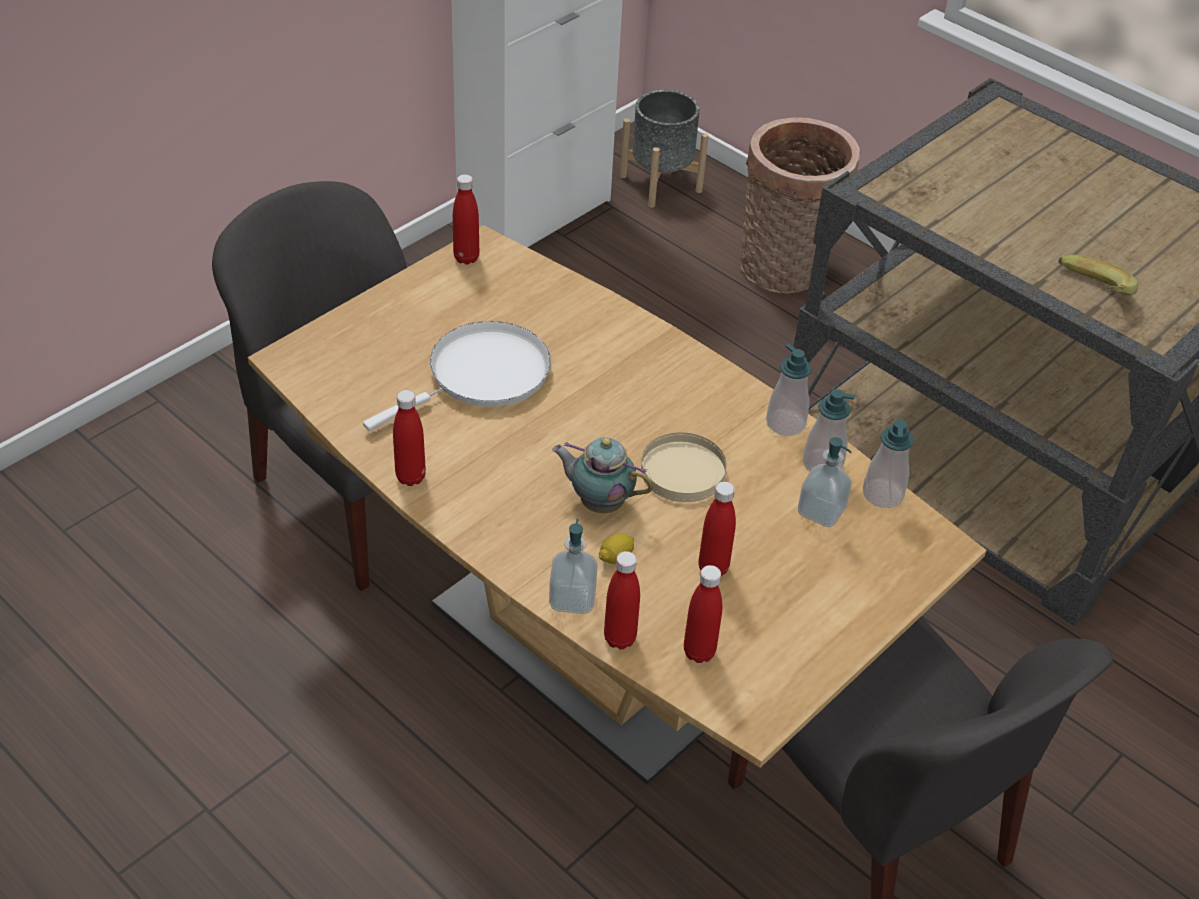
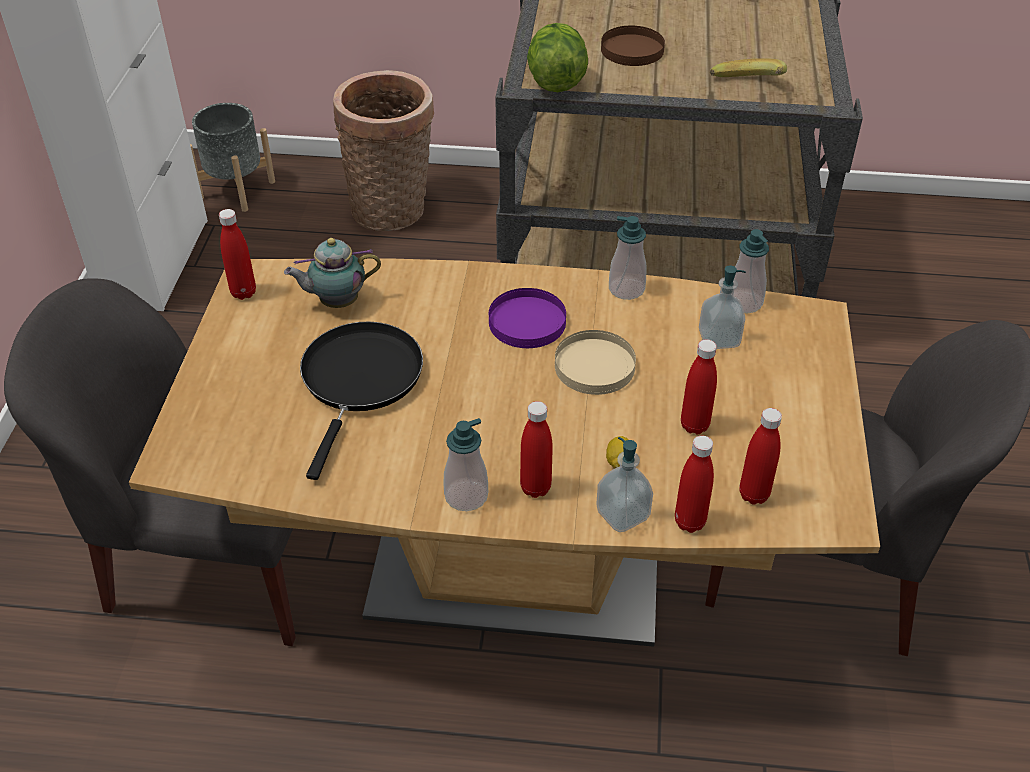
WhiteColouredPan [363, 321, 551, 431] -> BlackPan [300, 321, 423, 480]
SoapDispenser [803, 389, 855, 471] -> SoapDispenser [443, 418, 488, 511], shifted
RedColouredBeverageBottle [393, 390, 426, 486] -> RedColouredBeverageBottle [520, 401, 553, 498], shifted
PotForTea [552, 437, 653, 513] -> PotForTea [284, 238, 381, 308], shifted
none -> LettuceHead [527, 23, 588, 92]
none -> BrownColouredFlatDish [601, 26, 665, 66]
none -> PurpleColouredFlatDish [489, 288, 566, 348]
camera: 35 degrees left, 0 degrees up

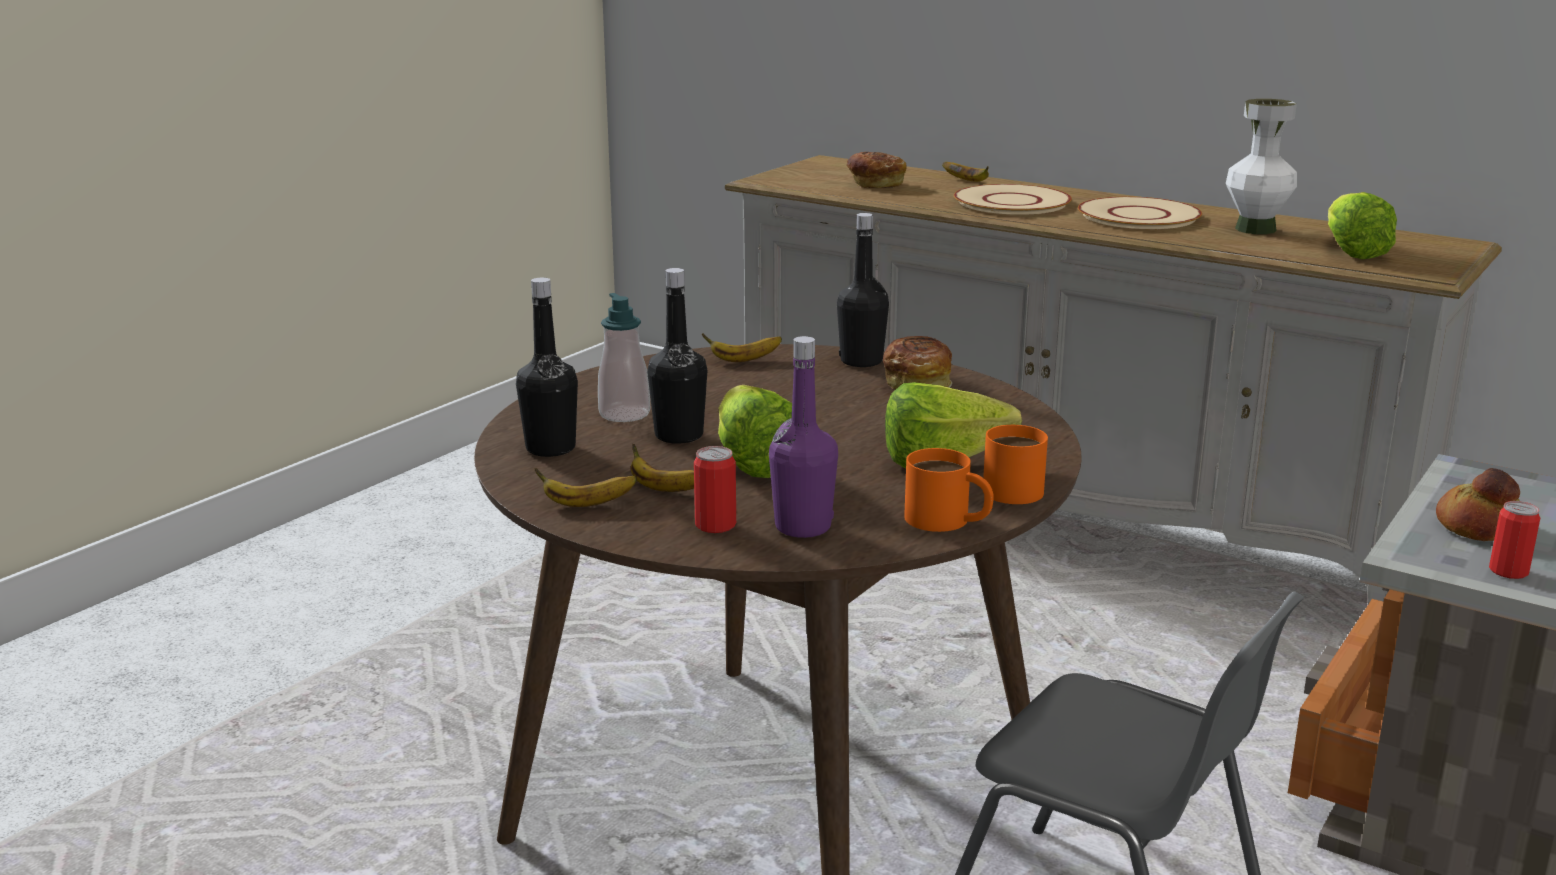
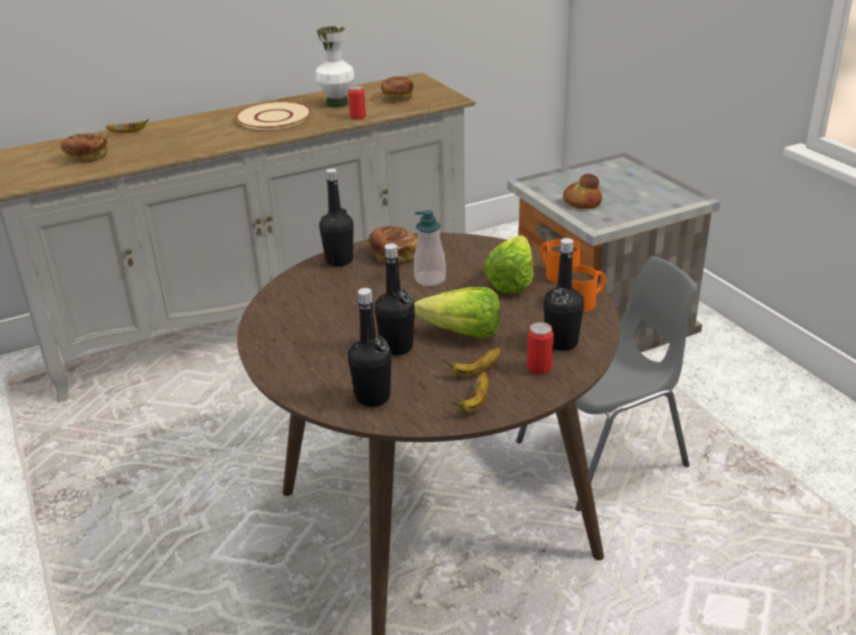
SandColouredFlatDish [954, 184, 1072, 215] -> none
LettuceHead [1328, 192, 1397, 259] -> BakeryBread [381, 76, 414, 102]
SoapDispenser [598, 293, 650, 422] -> SoapDispenser [414, 210, 446, 286], shifted
WholeBanana [702, 333, 782, 362] -> none
PurpleColouredBeverageBottle [769, 336, 838, 538] -> BlackBeverageBottle [543, 238, 584, 350]
Can [1489, 501, 1540, 579] -> Can [348, 85, 366, 120], shifted
camera: 60 degrees left, 10 degrees up

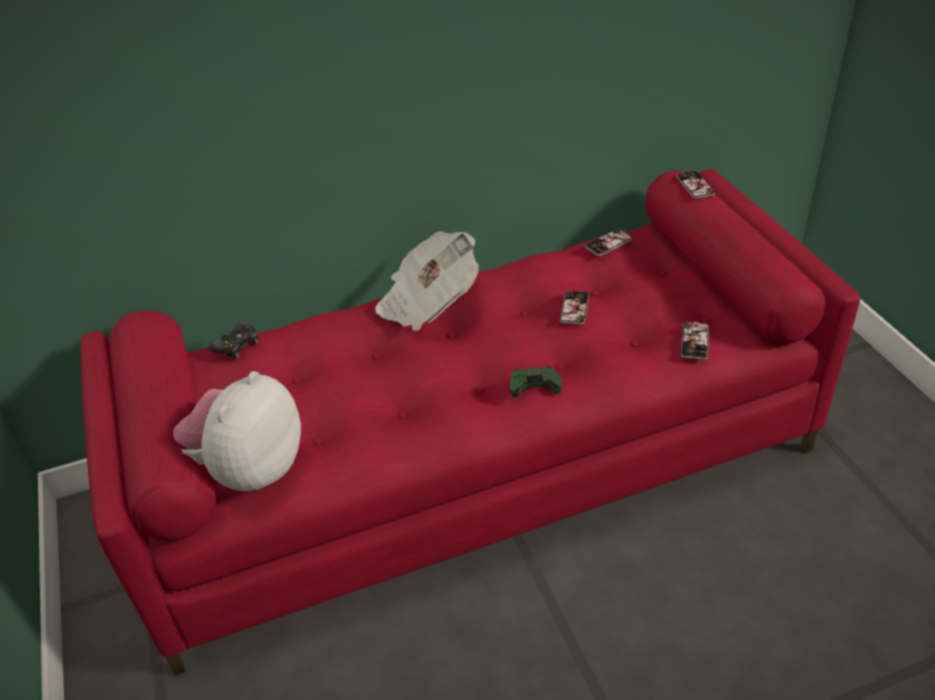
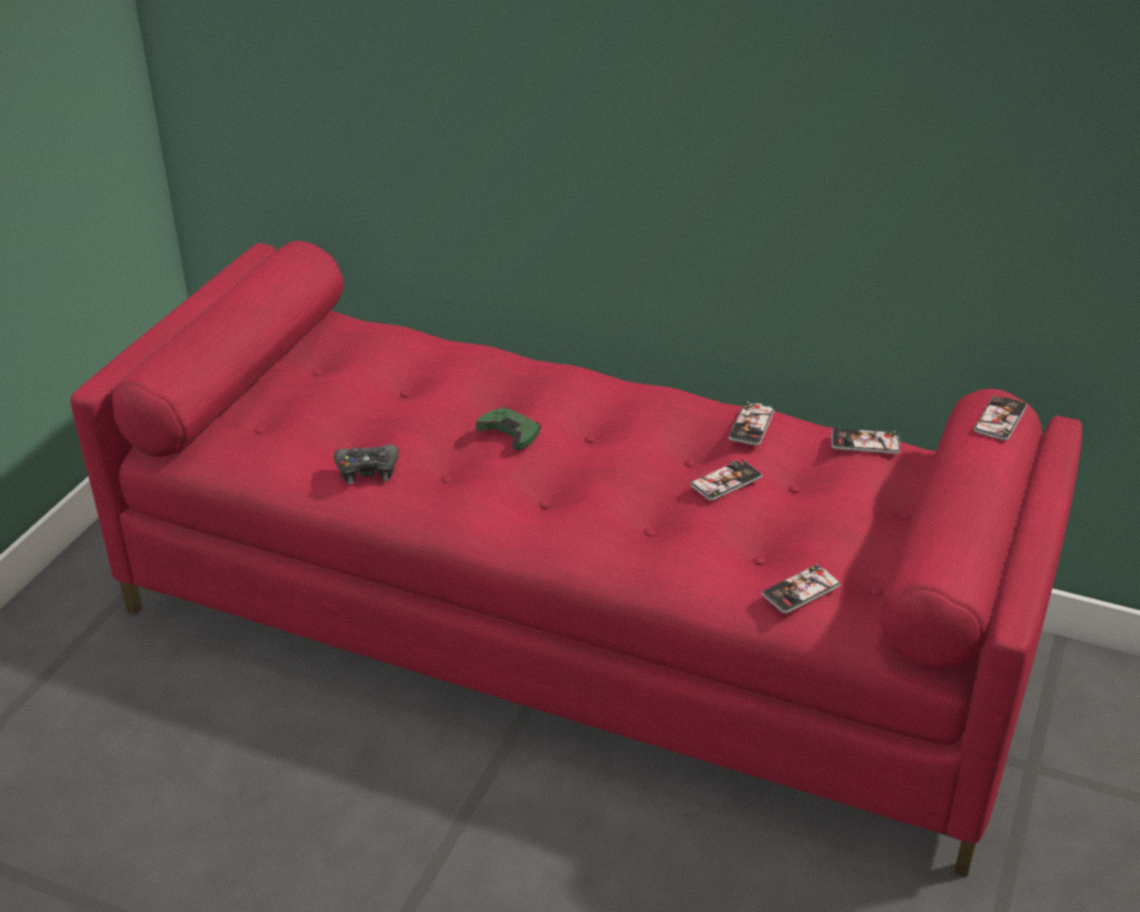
PrintedPaper [375, 231, 479, 331] -> none
BlackGamepad [208, 321, 259, 358] -> BlackGamepad [334, 445, 399, 484], shifted
GreenColouredGamepad [510, 367, 561, 398] -> GreenColouredGamepad [476, 407, 541, 450], shifted
SoftToy [173, 371, 301, 491] -> none
none -> Handset [728, 401, 774, 446]
camera: 40 degrees right, 5 degrees down

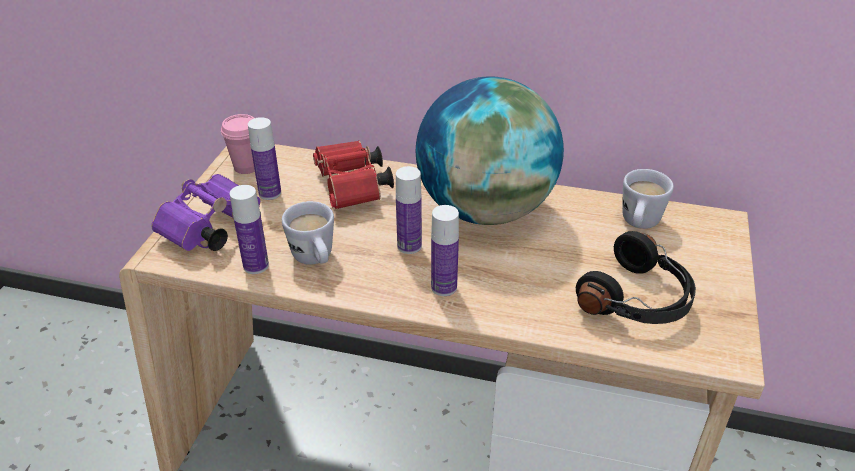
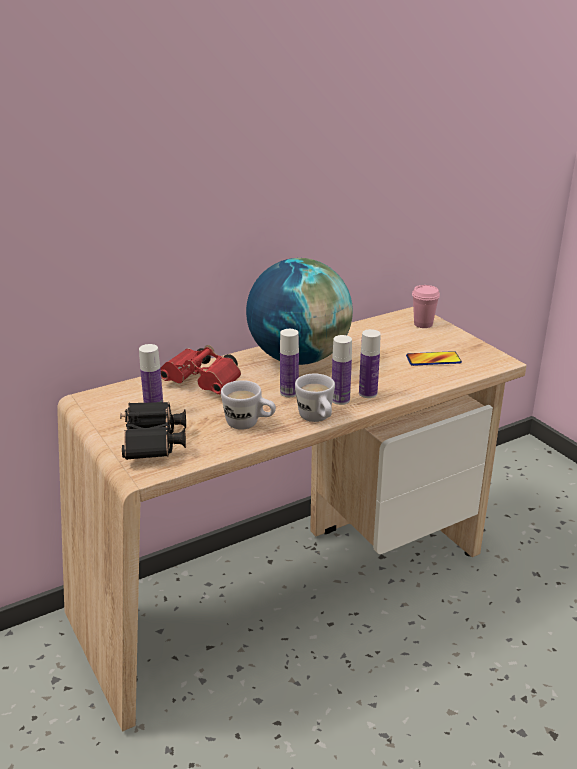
PinkDrinkingCup [221, 114, 255, 174] -> PinkDrinkingCup [412, 285, 440, 328], shifted
WhiteColouredMug [622, 169, 674, 229] -> WhiteColouredMug [295, 374, 335, 422], shifted
PurpleColouredFieldGlasses [151, 174, 261, 251] -> BlackFieldGlasses [120, 402, 186, 460]
BeverageBottle [230, 185, 269, 274] -> BeverageBottle [359, 329, 381, 398], shifted
BlackHeadphones [576, 231, 696, 324] -> Handset [406, 351, 462, 366]
camera: 45 degrees left, 10 degrees down

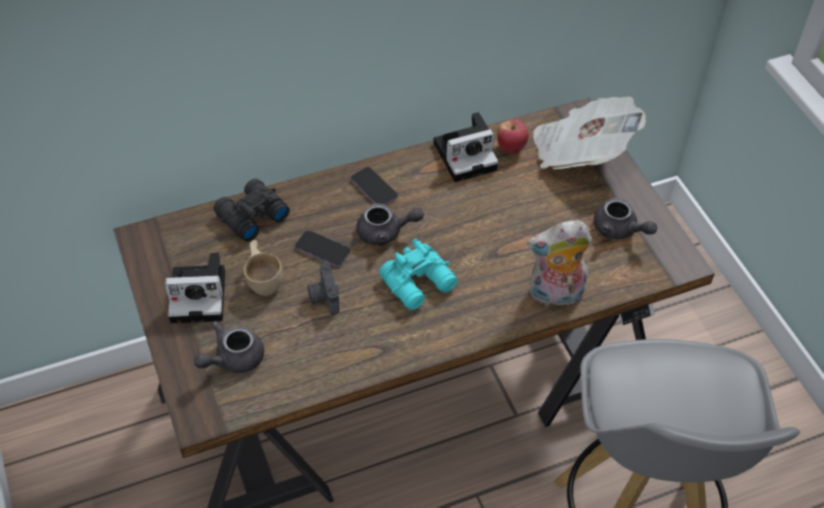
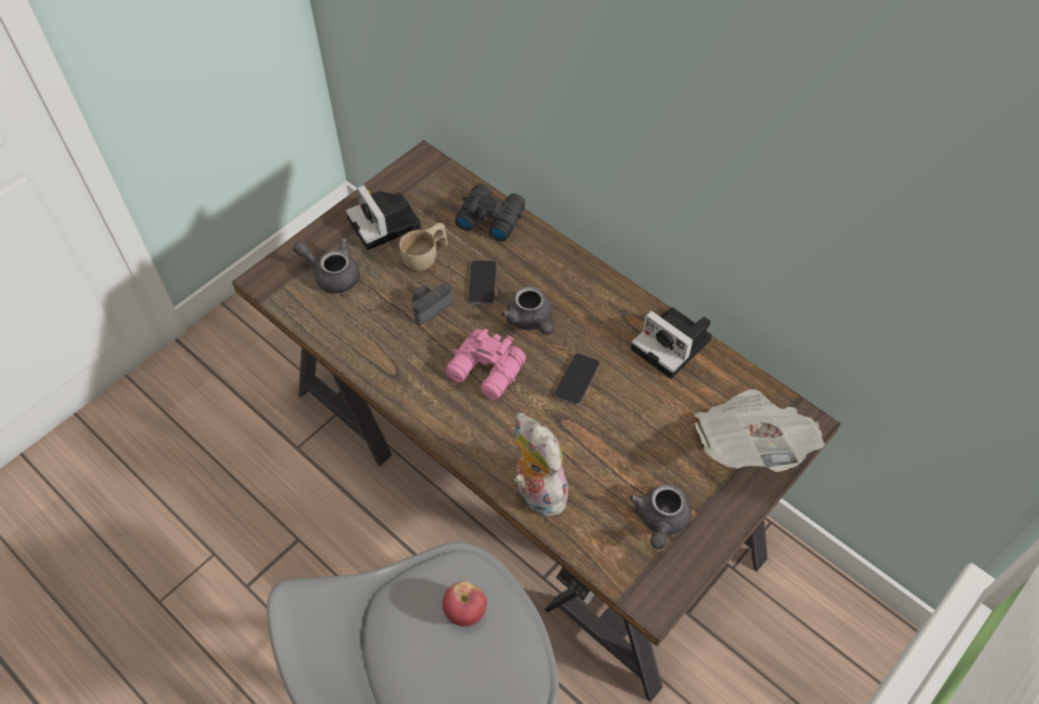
AppleFruit [497, 119, 529, 153] -> AppleFruit [443, 581, 487, 627], shifted
Handset [351, 167, 398, 205] -> Handset [554, 353, 600, 405], shifted
TurquoiseColouredFieldGlasses [379, 239, 458, 310] -> PinkFieldGlasses [445, 329, 526, 400]
camera: 65 degrees right, 5 degrees up

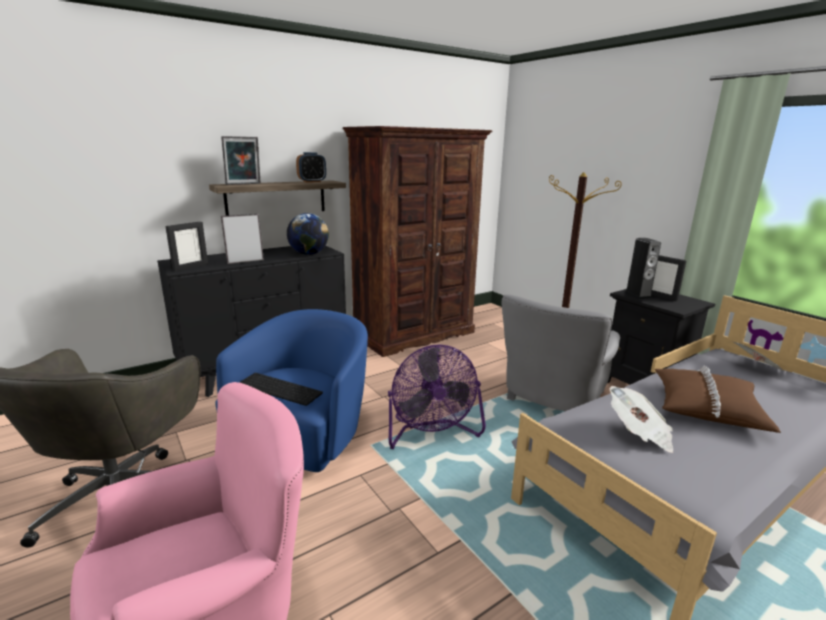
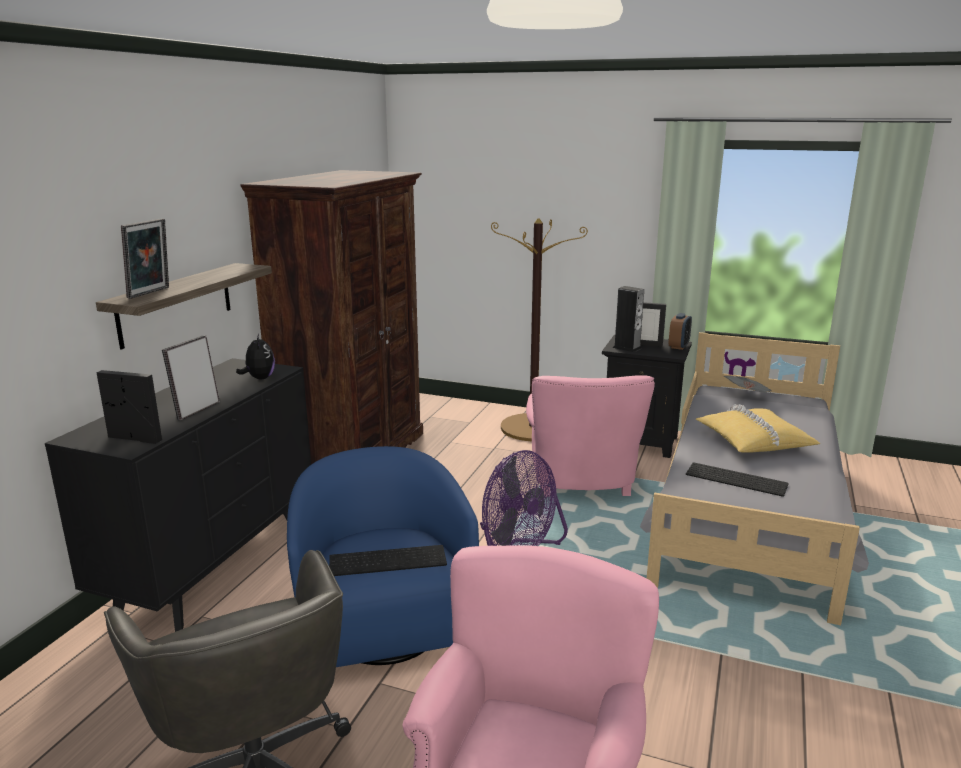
BedsideClock [296, 152, 326, 183] -> BedsideClock [669, 313, 692, 350], shifted
Globe [287, 213, 329, 255] -> SoftToy [236, 334, 275, 380]
PictureFrame [165, 222, 208, 272] -> PictureFrame [97, 370, 162, 444], 75 degrees counterclockwise
GrayArmchair [502, 294, 620, 411] -> PinkArmchair [526, 375, 655, 497]
BrownColouredThrowPillow [655, 366, 781, 433] -> YellowColouredThrowPillow [696, 404, 820, 453]
PrintedPaper [610, 386, 673, 453] -> PcKeyboard [686, 462, 789, 497]
camera: 35 degrees left, 0 degrees up

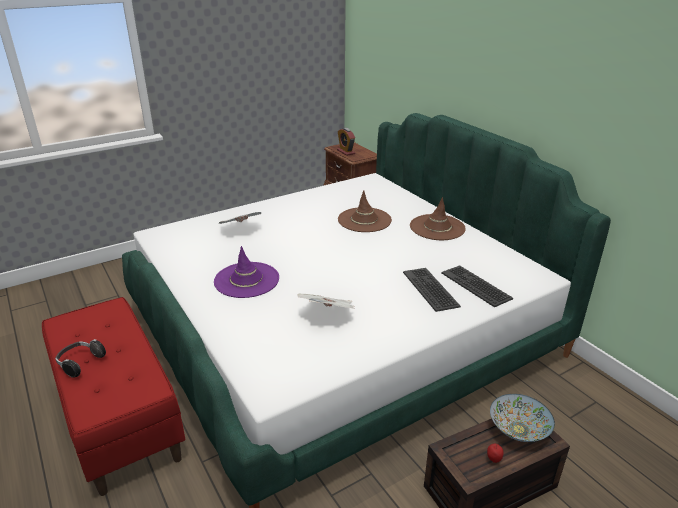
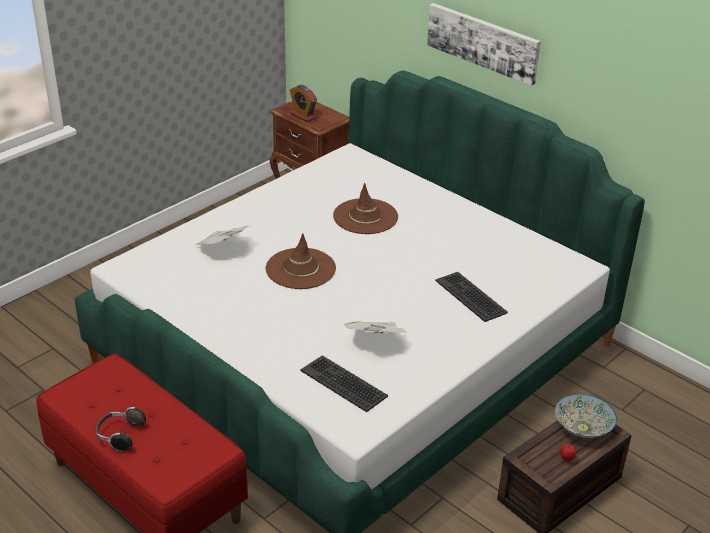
BrownColouredWearableHat [410, 197, 466, 240] -> BrownColouredWearableHat [266, 233, 336, 289], shifted
PurpleColouredWearableHat [214, 246, 279, 298] -> none
PcKeyboard [441, 265, 513, 307] -> PcKeyboard [300, 355, 388, 412], shifted
none -> WallPicture [427, 3, 541, 86]
camera: 15 degrees left, 5 degrees up

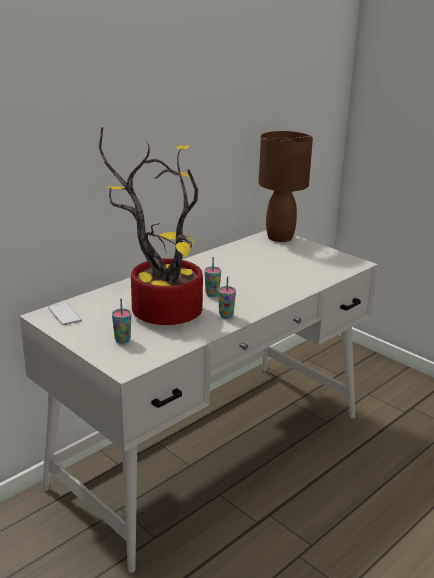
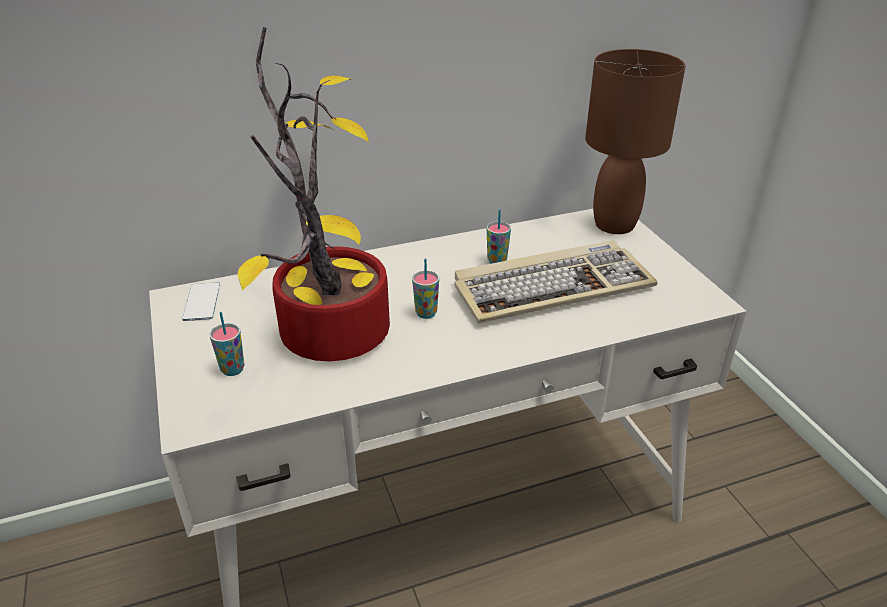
DrinkingCup [218, 276, 236, 319] -> DrinkingCup [487, 209, 511, 264], shifted
none -> PcKeyboard [454, 241, 658, 324]
camera: 25 degrees right, 10 degrees up

